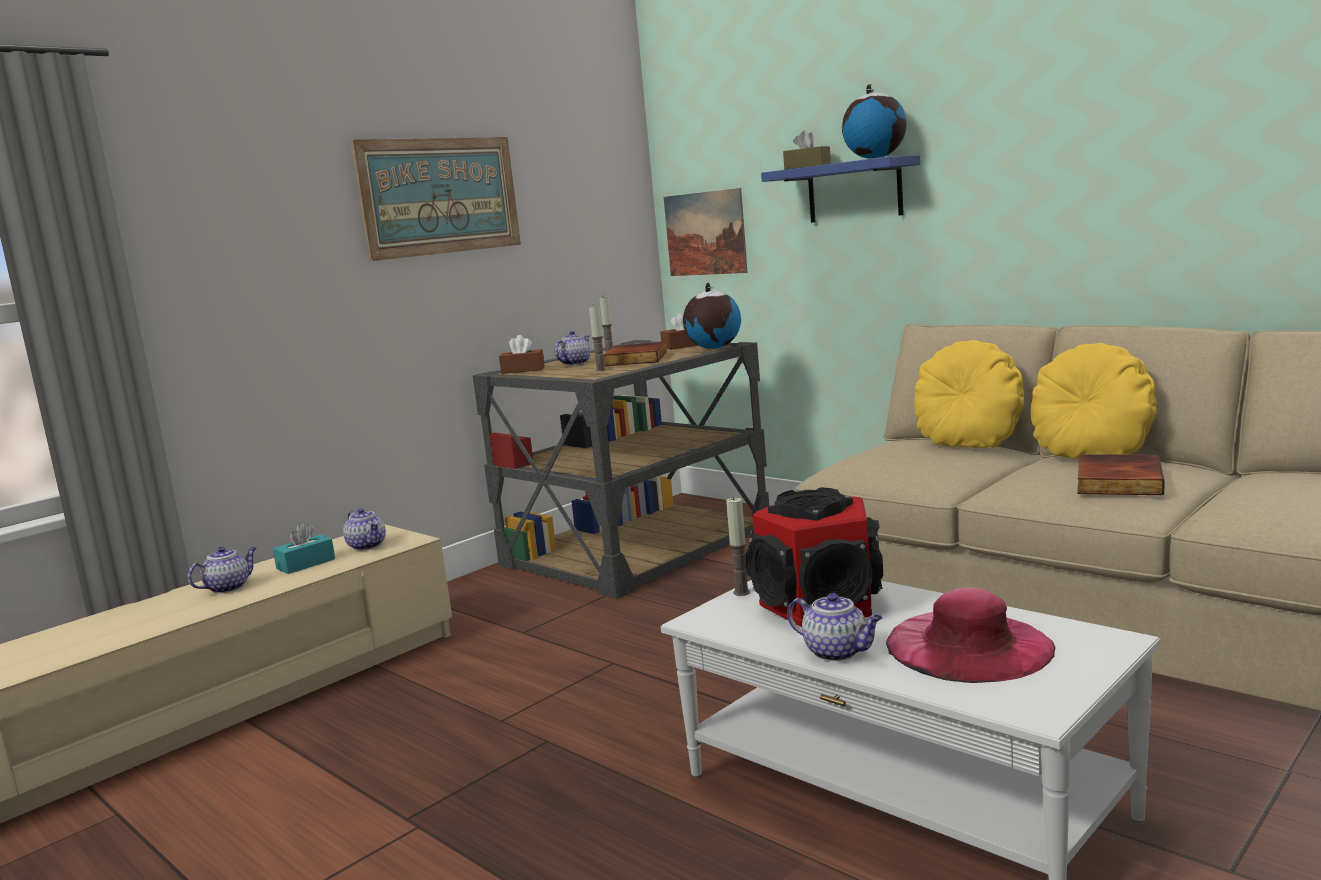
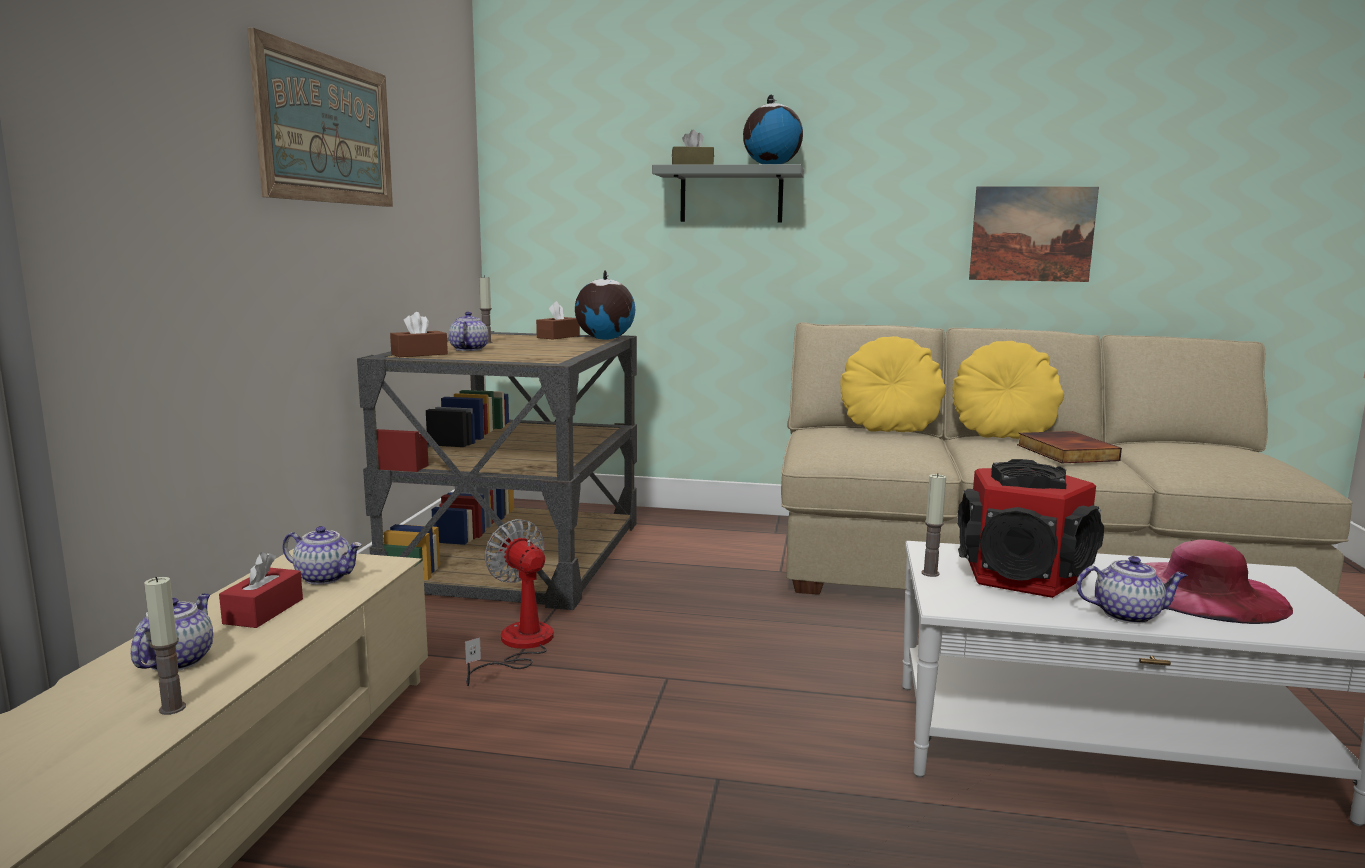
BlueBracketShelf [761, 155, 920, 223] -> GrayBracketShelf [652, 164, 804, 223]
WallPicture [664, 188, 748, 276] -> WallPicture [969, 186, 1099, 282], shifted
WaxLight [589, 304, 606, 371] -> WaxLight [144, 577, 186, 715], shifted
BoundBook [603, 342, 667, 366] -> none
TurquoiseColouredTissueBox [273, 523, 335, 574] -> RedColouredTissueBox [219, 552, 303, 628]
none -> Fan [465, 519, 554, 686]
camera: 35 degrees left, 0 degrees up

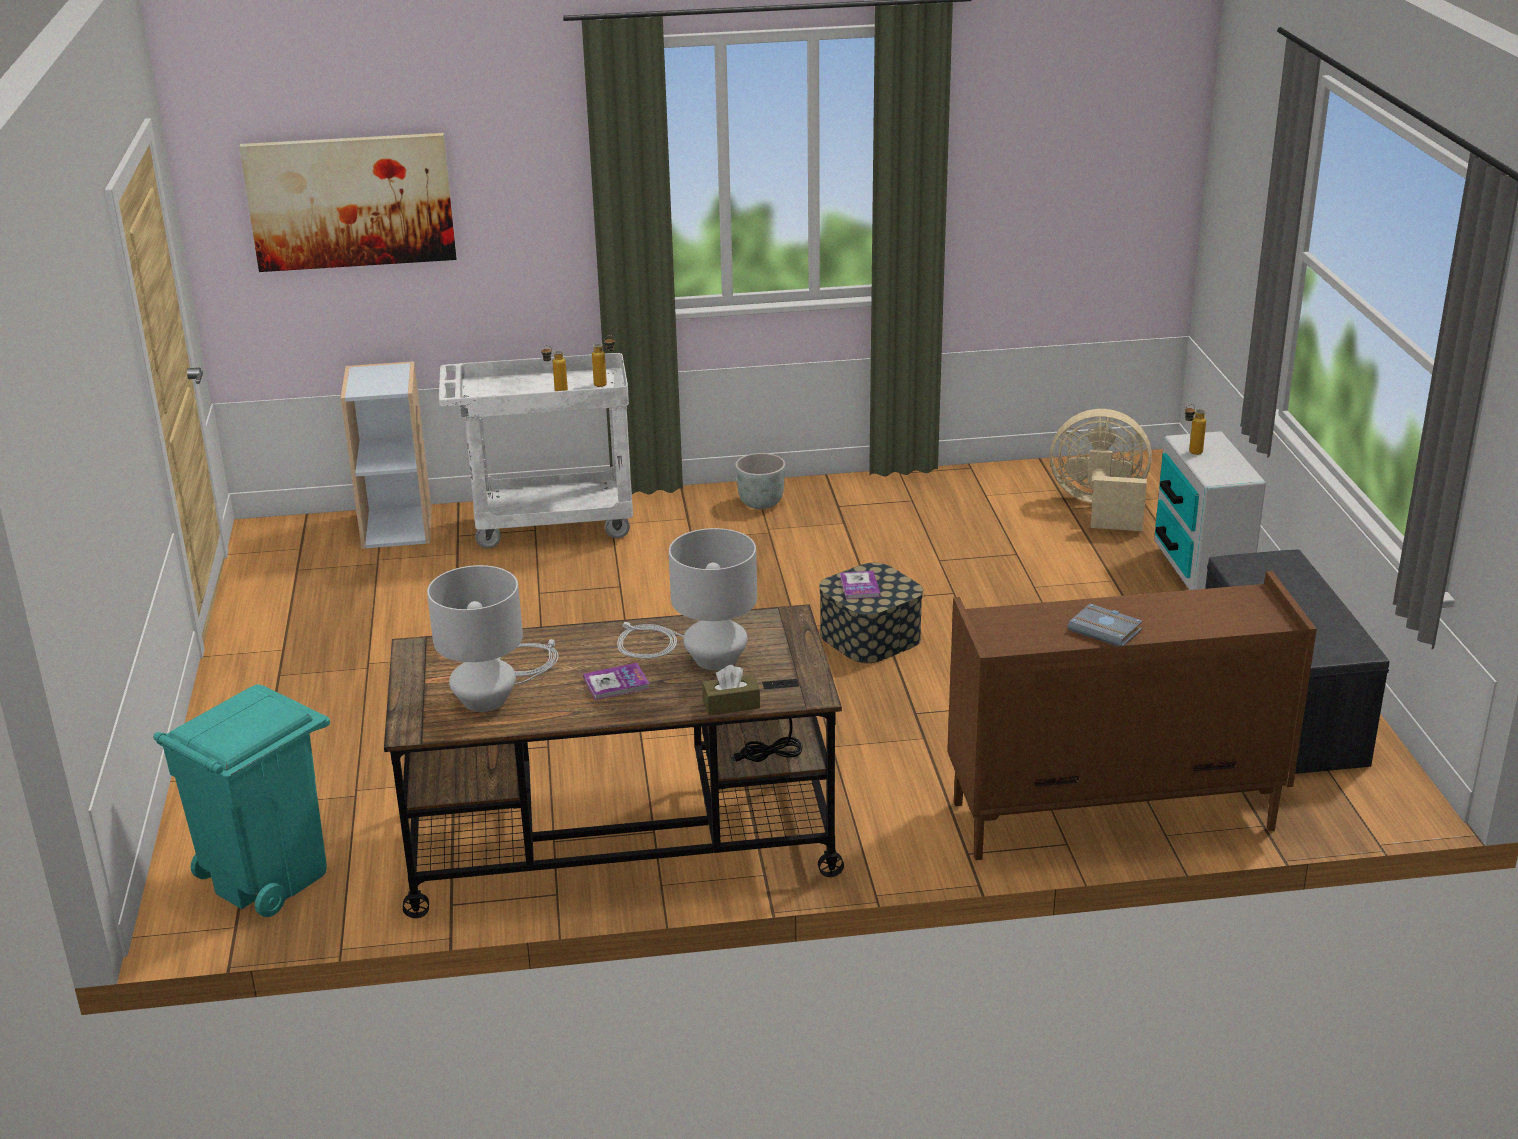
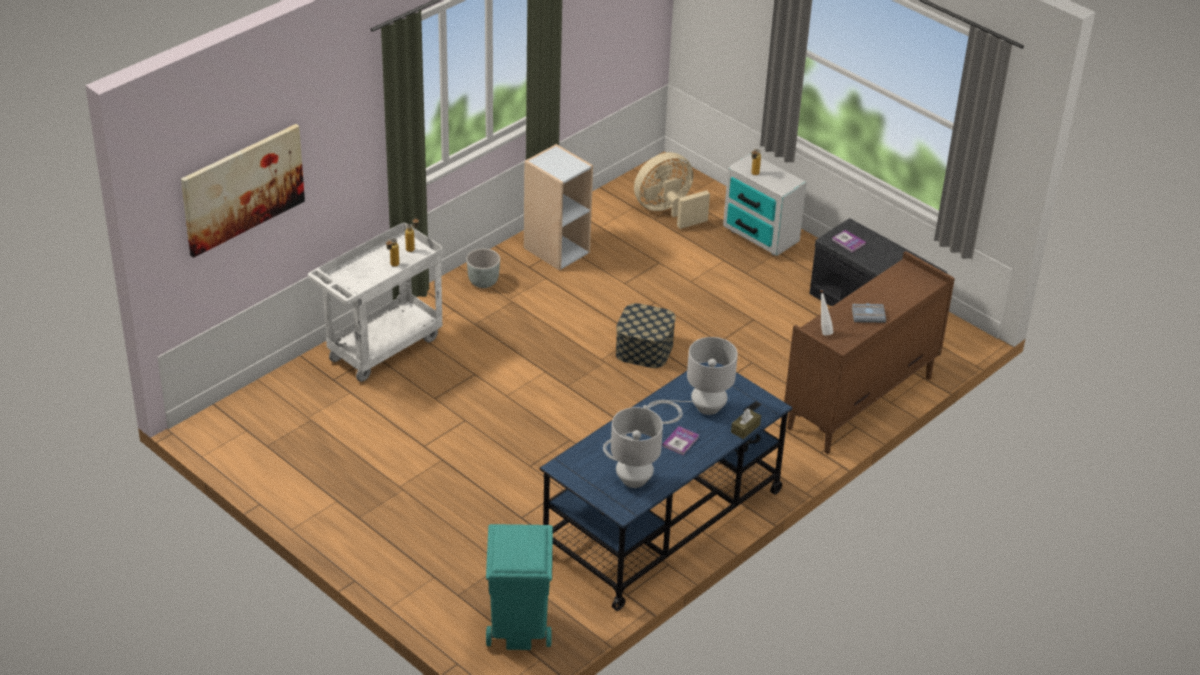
ShelvingUnit [341, 361, 432, 549] -> ShelvingUnit [524, 144, 593, 271], shifted
BoundBook [840, 571, 880, 599] -> BoundBook [832, 230, 866, 252], shifted
BrownColouredDesk [384, 604, 844, 918] -> BlueDesk [539, 362, 793, 611]
none -> WhiteColouredBeverageBottle [820, 290, 834, 335]
camera: 40 degrees left, 10 degrees up

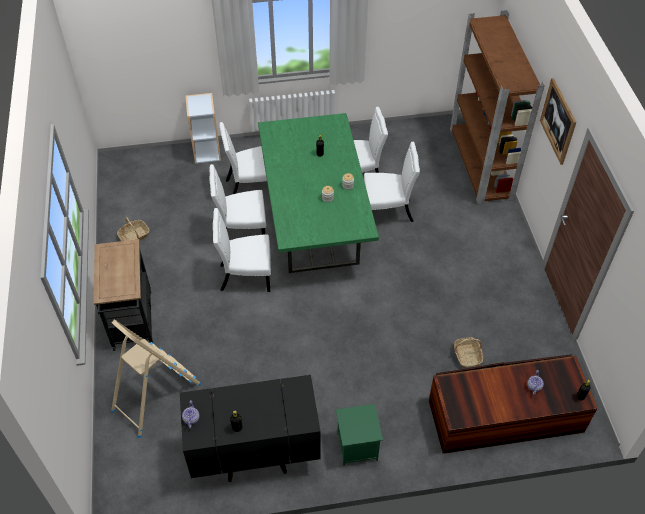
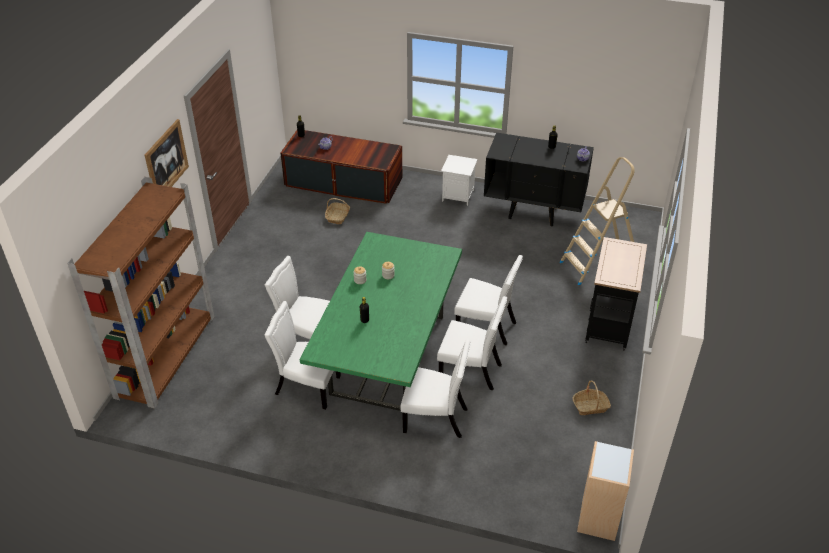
ShelvingUnit [186, 93, 221, 164] -> ShelvingUnit [577, 441, 634, 541], shifted
GreenColouredBedsideTable [336, 404, 383, 466] -> WhiteColouredBedsideTable [441, 155, 478, 206]
camera: 155 degrees left, 10 degrees down

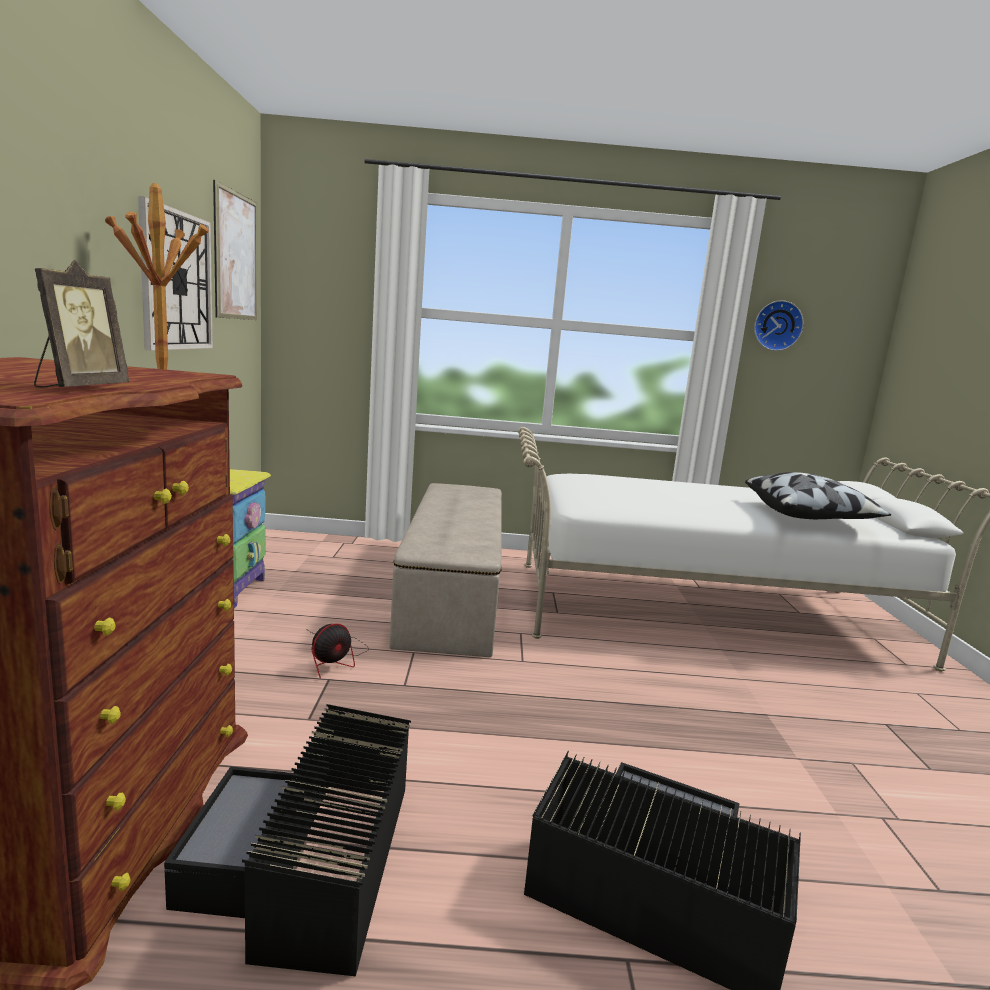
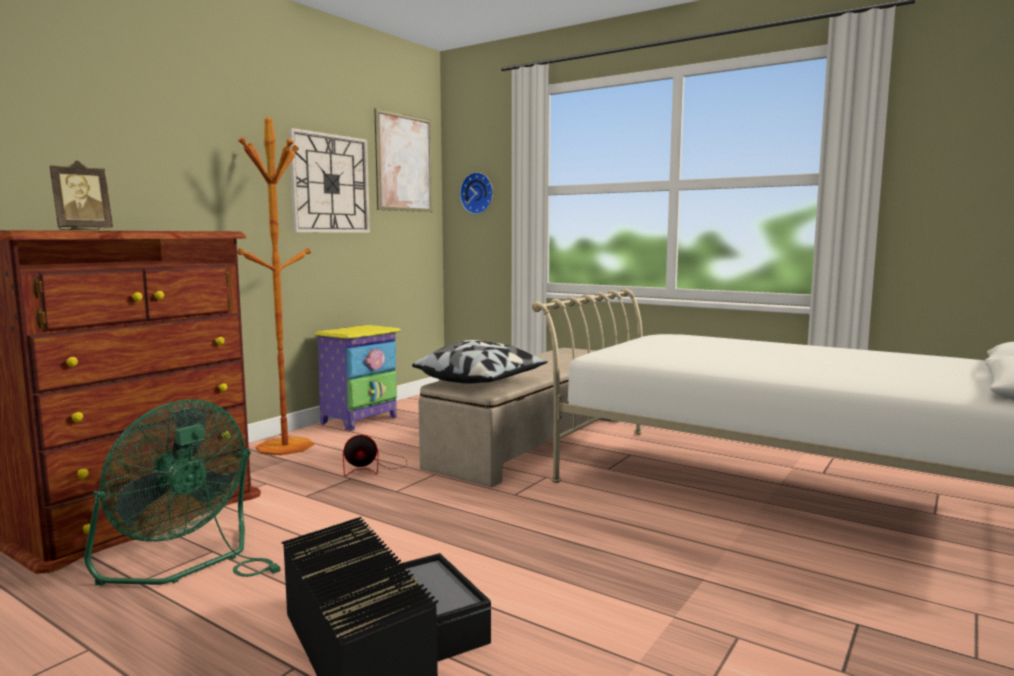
HangingClock [754, 300, 804, 351] -> HangingClock [460, 172, 493, 214], shifted
ThrowPillow [745, 472, 892, 519] -> ThrowPillow [412, 340, 548, 383], shifted
BlackStorageBox [164, 704, 411, 976] -> GreenColouredFan [84, 400, 280, 586]
camera: 35 degrees right, 5 degrees down

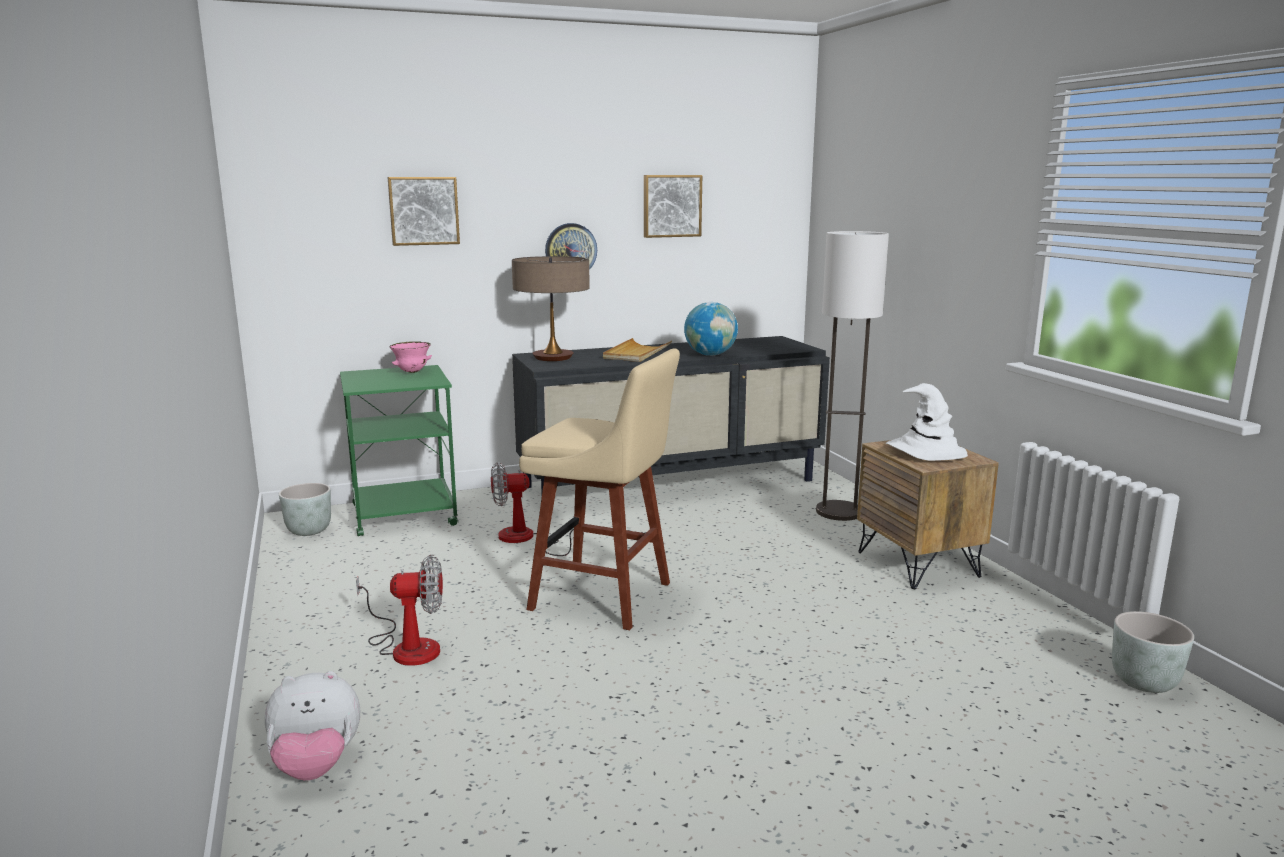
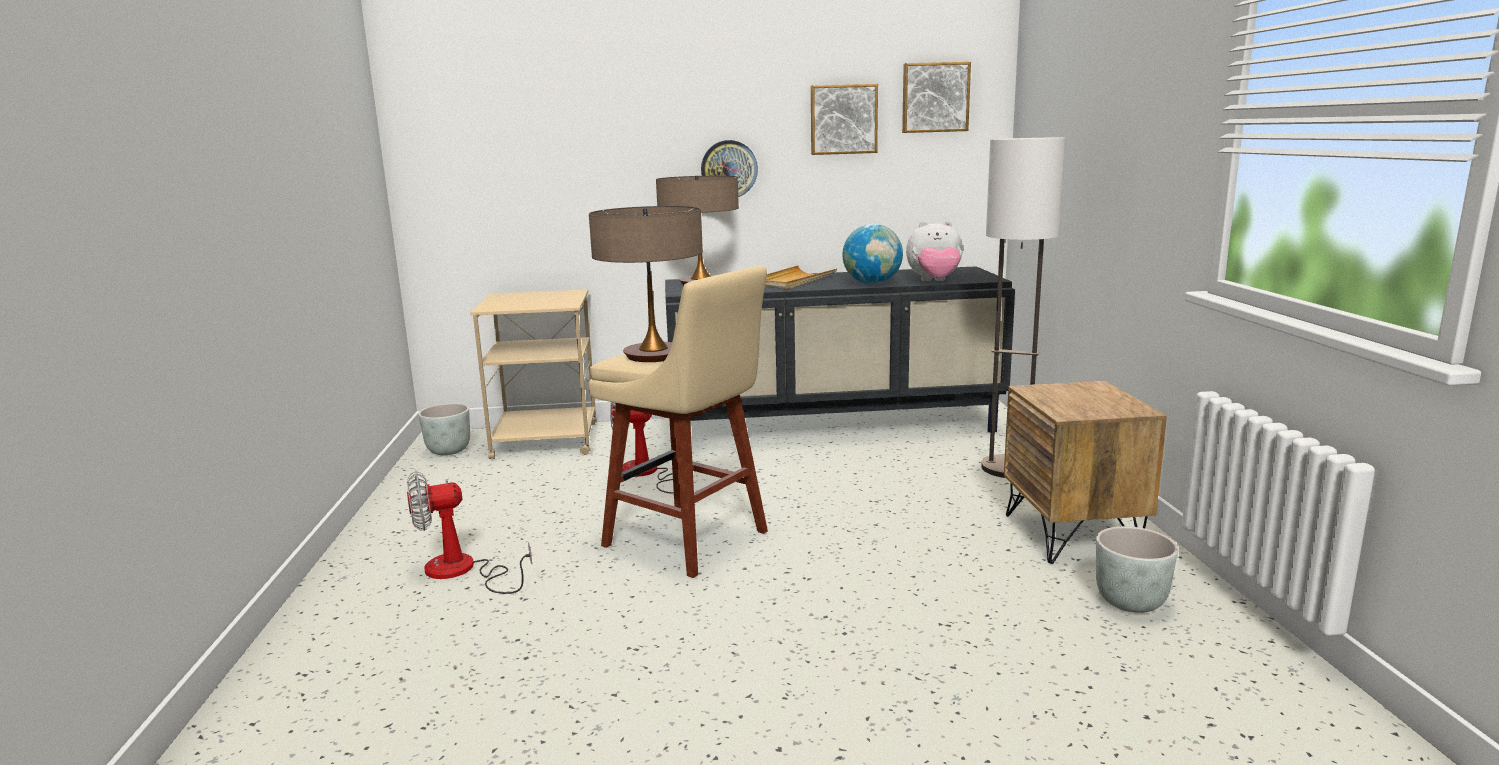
WallPicture [388, 177, 460, 246] -> WallPicture [902, 62, 971, 133], shifted
PinkDeepDish [389, 342, 432, 373] -> none
GreenColouredWheeledCart [340, 365, 458, 536] -> SandColouredWheeledCart [470, 289, 597, 459]
WhiteColouredWearableHat [886, 383, 968, 461] -> none
Fan [356, 555, 443, 666] -> Fan [407, 471, 532, 594], 150 degrees clockwise
GrayFlowerPot [1112, 611, 1194, 693] -> GrayFlowerPot [1096, 526, 1178, 613], shifted
SoftToy [265, 671, 360, 780] -> SoftToy [906, 221, 963, 281], shifted
none -> LampForATable [589, 206, 703, 362]
camera: 15 degrees right, 0 degrees up

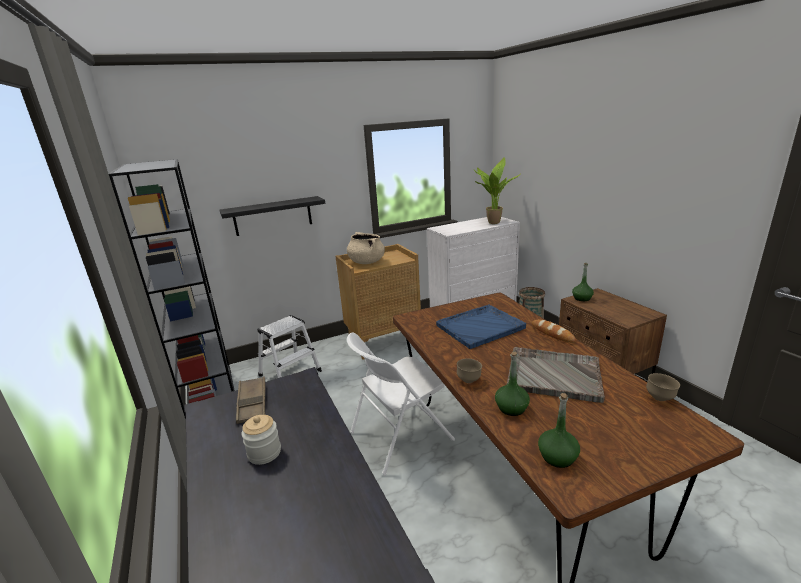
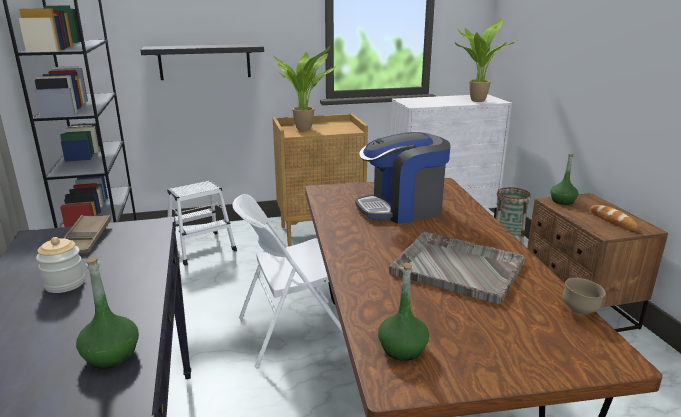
SandColouredStockpot [347, 232, 385, 264] -> PottedPlant [274, 46, 336, 131]
BlueServingTray [436, 304, 526, 349] -> CoffeeMachine [355, 132, 451, 224]
BakeryBread [532, 320, 576, 343] -> BakeryBread [590, 205, 639, 231], shifted
GreenColouredBeverageBottle [495, 352, 530, 416] -> GreenColouredBeverageBottle [76, 258, 139, 369], shifted
BrownColouredDeepDish [457, 359, 482, 383] -> none
camera: 10 degrees right, 0 degrees up

